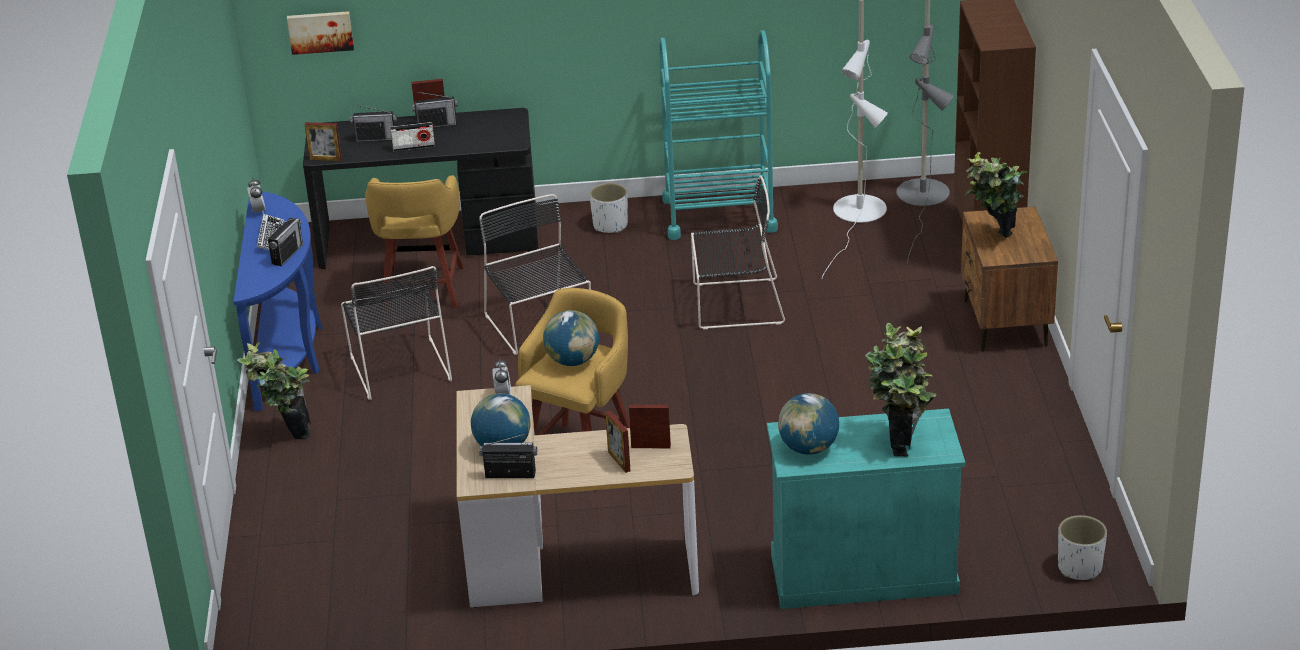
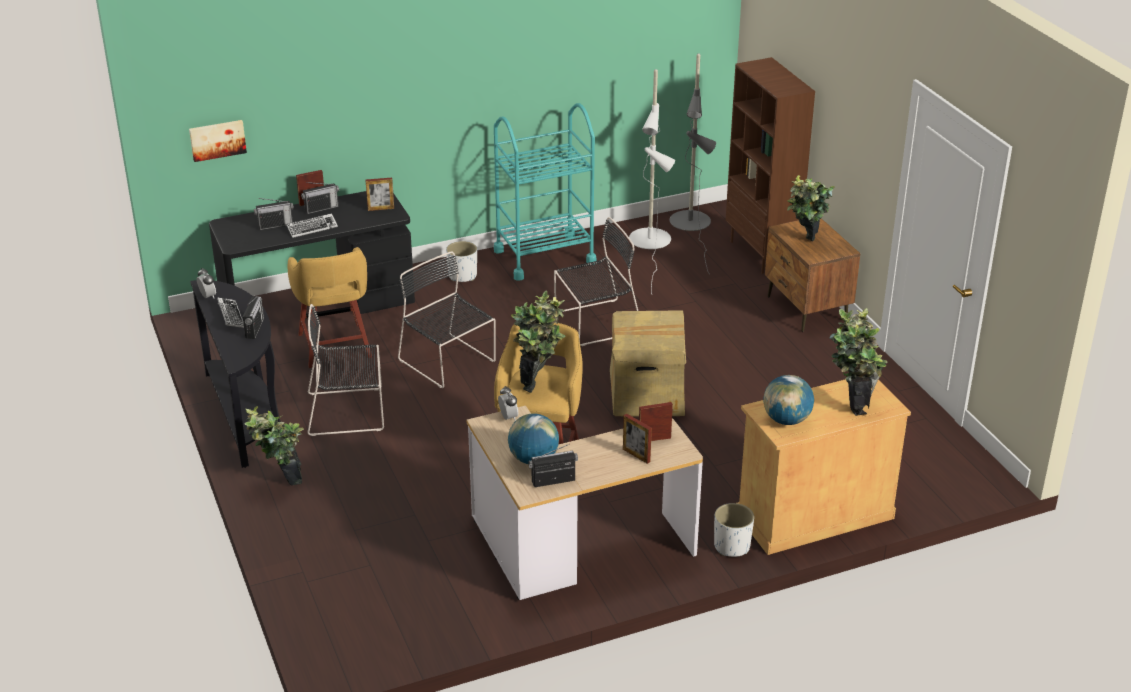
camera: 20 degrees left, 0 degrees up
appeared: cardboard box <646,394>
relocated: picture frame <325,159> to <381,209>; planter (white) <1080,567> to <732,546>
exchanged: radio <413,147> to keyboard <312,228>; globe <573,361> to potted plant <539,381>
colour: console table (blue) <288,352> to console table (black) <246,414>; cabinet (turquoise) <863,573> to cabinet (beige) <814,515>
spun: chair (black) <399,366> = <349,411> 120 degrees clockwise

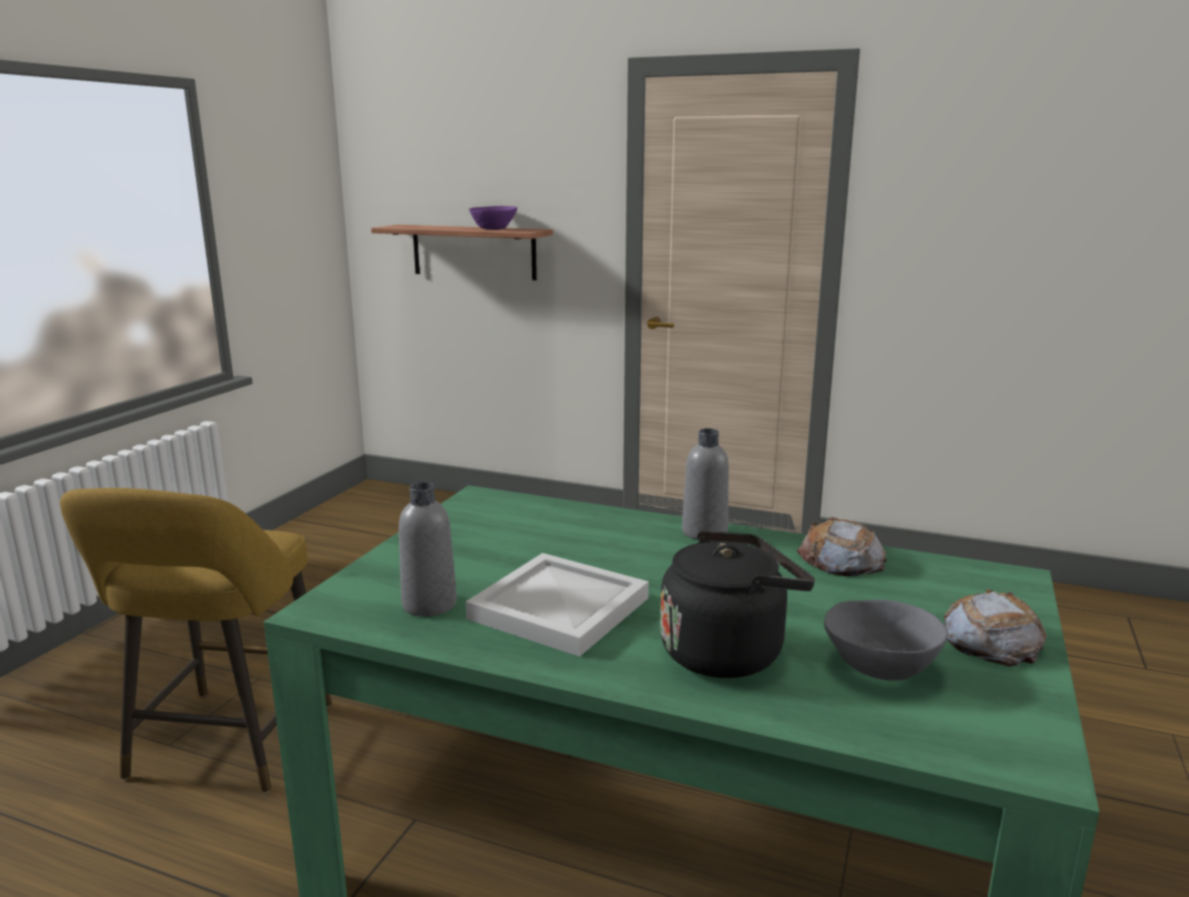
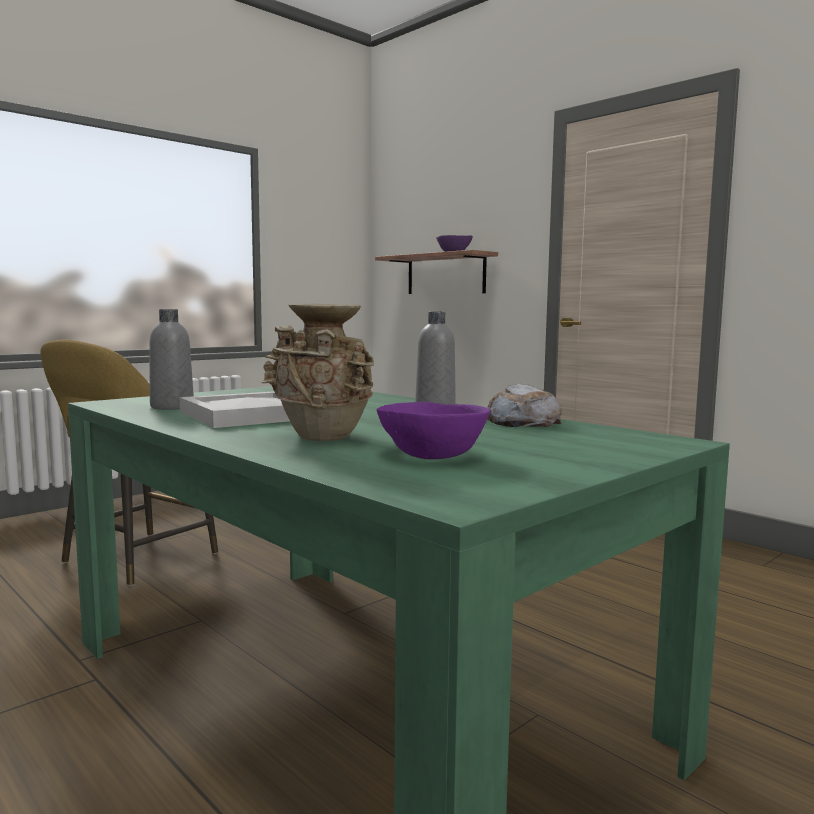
camera: 25 degrees right, 10 degrees down
missing: bread <991,640>
exchanged: kettle (black) <728,652> to vase (beige) <323,437>
colour: bowl (grey) <881,666> to bowl (purple) <433,454>

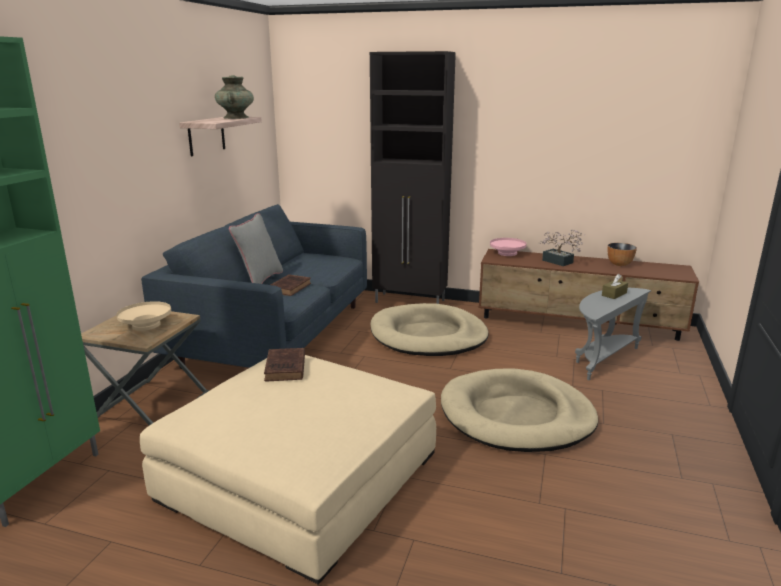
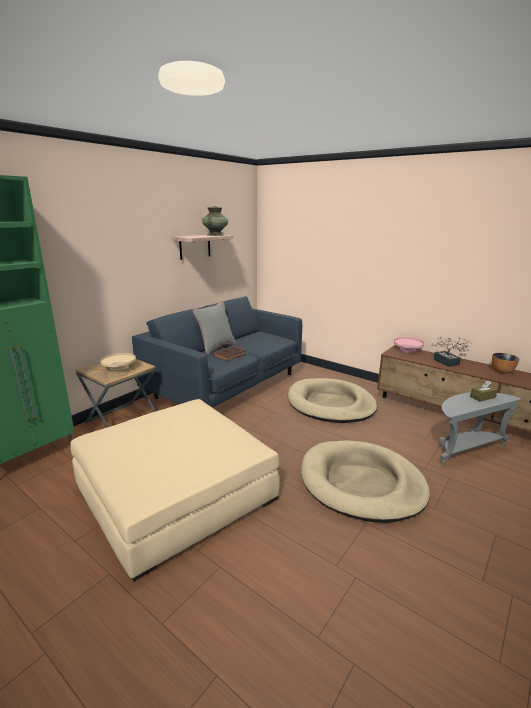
camera: 20 degrees right, 0 degrees up
missing: book (brown) <285,368>; cabinet (black) <410,301>

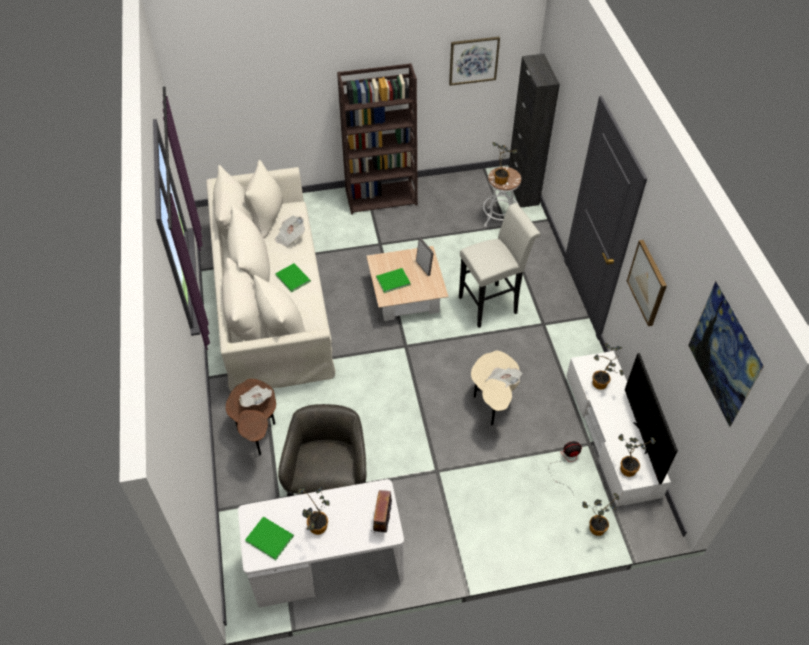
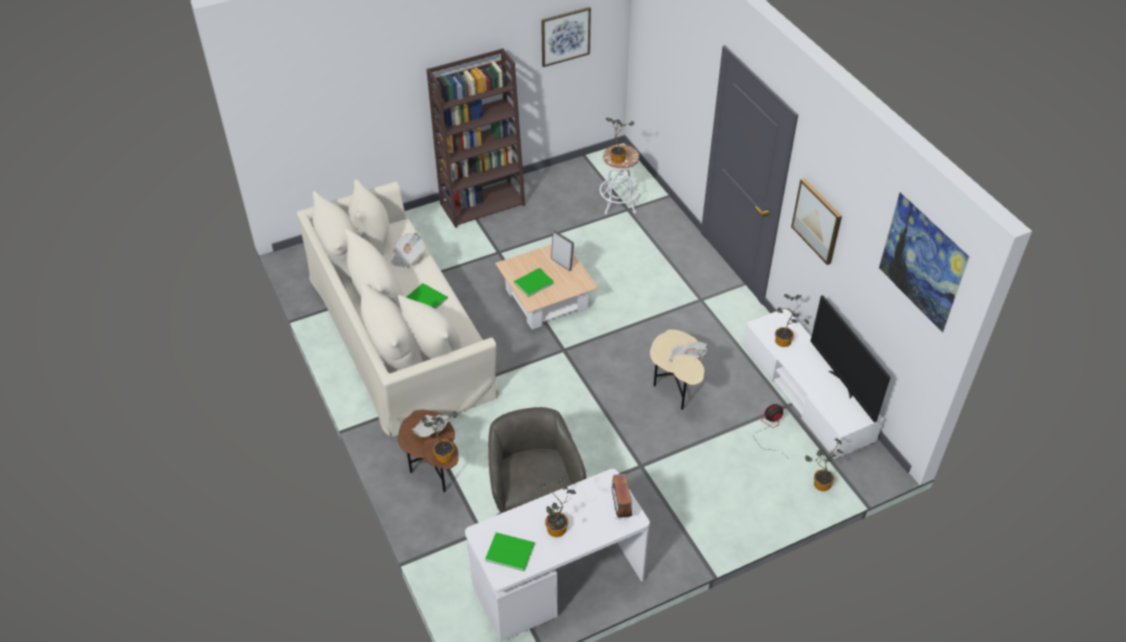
camera: 15 degrees left, 5 degrees down
missing: stool (white) <492,303>; cabinet (black) <523,190>
relocated: potted plant <626,467> to <442,454>

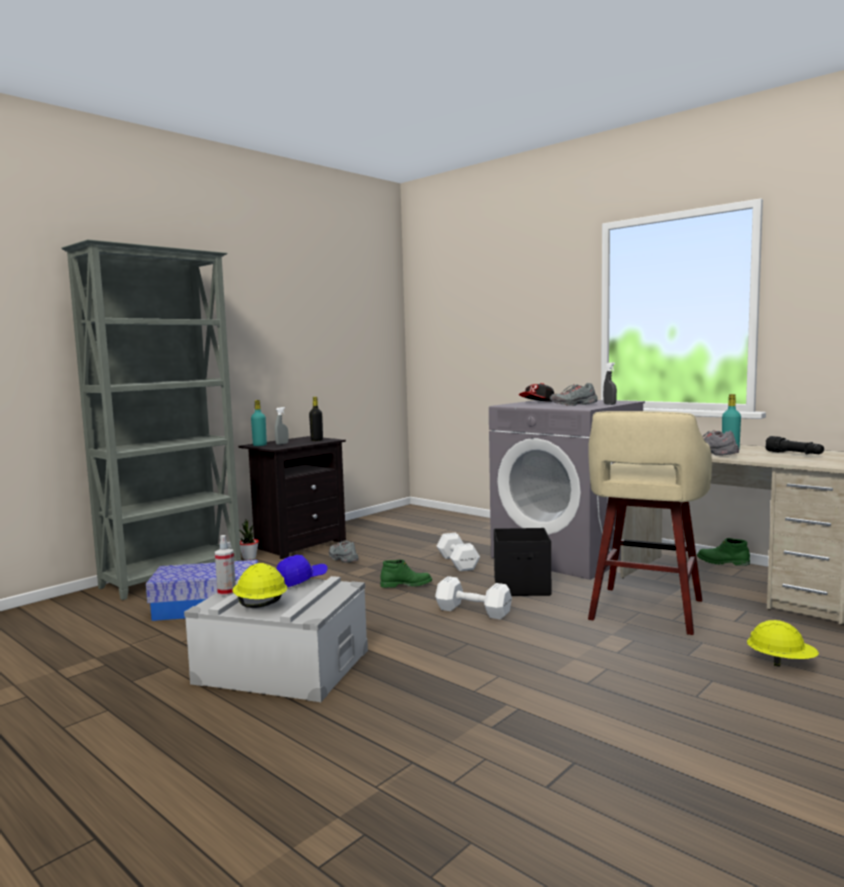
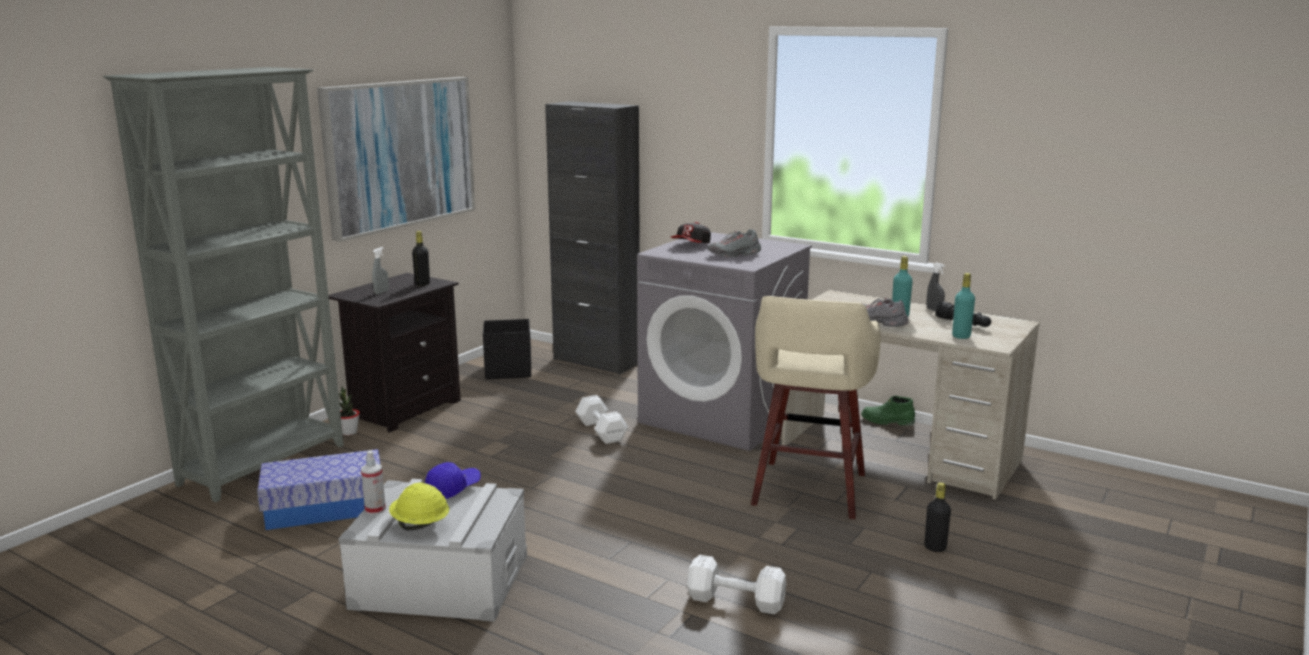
camera: 10 degrees left, 10 degrees up
missing: shoe (grey) <343,559>; boot (green) <406,585>
appeared: picture <399,154>; cabinet (black) <596,361>
relocated: storage box (black) <522,587> to <509,371>; dumbbell (white) <472,611> to <734,600>; spray bottle (grey) <609,404> to <934,310>; bottle (turquoise) <259,445> to <961,336>
exchanged: hard hat (yellow) <781,663> to bottle (black) <935,547>

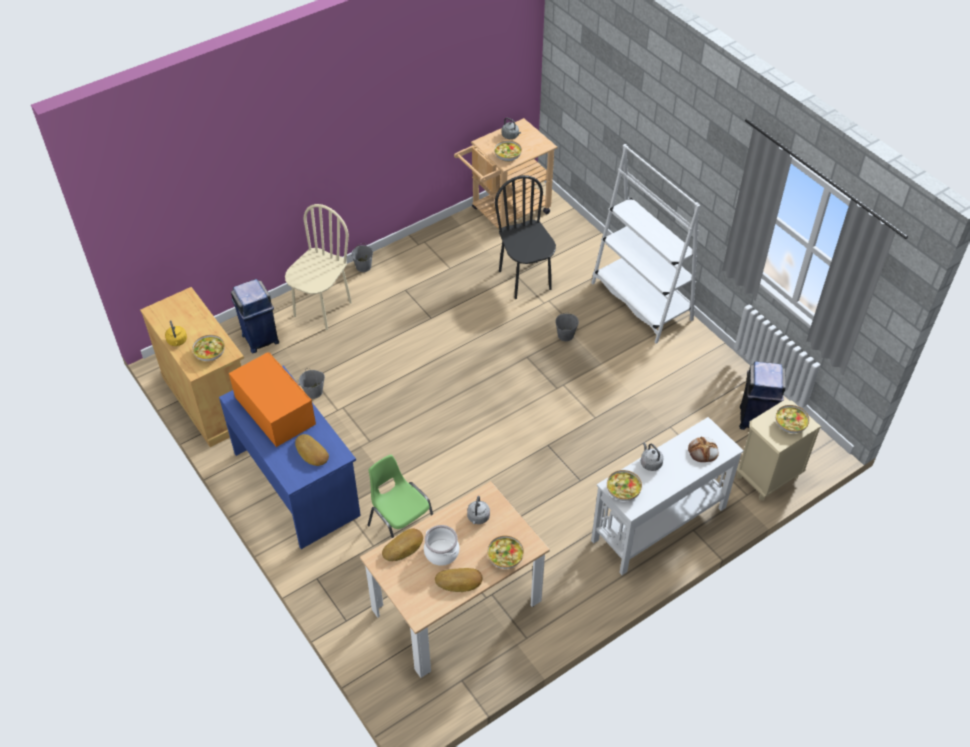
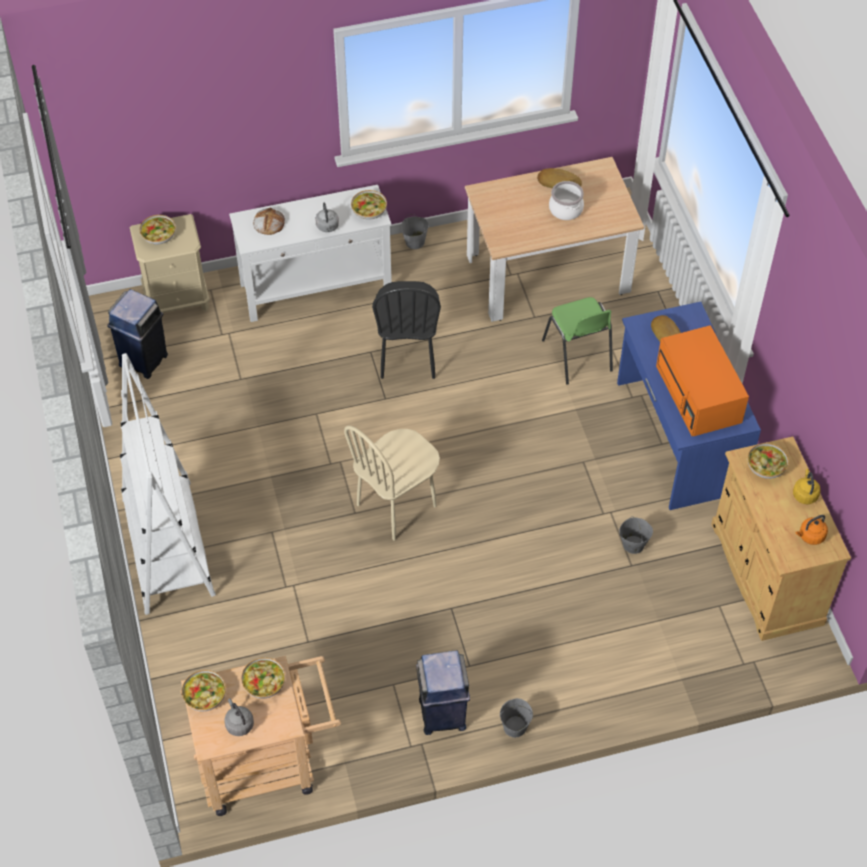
camera: 160 degrees left, 5 degrees up
missing: bread <403,547>; kettle (grey) <478,518>
appeared: kettle (orange) <810,536>
relocated: bowl <505,557> to <205,695>; chair (beige) <322,309> to <397,506>; chair (black) <525,280> to <408,356>; bucket (grey) <565,335> to <415,242>; trash can (blue) <260,338> to <442,715>

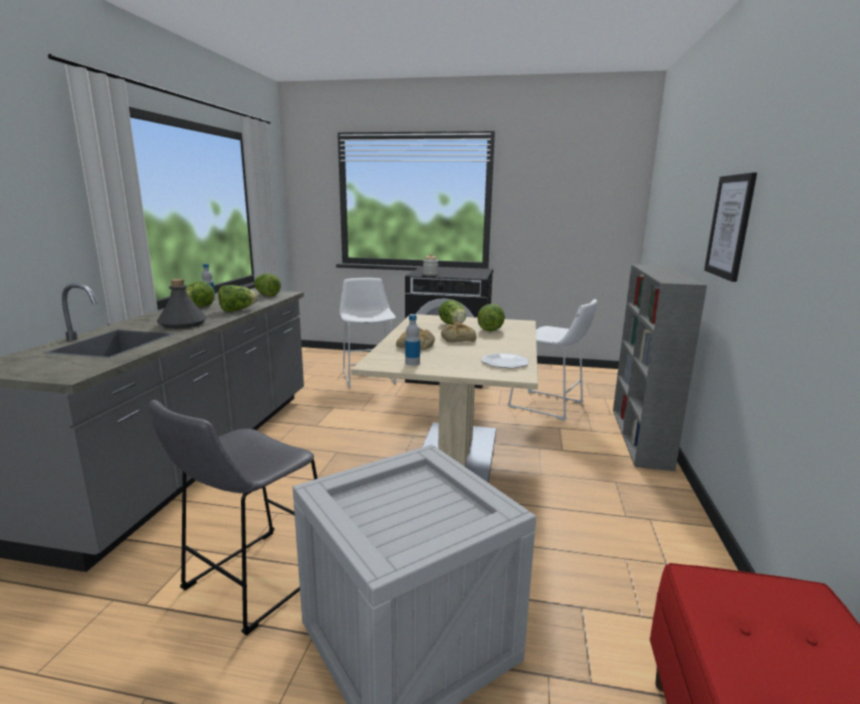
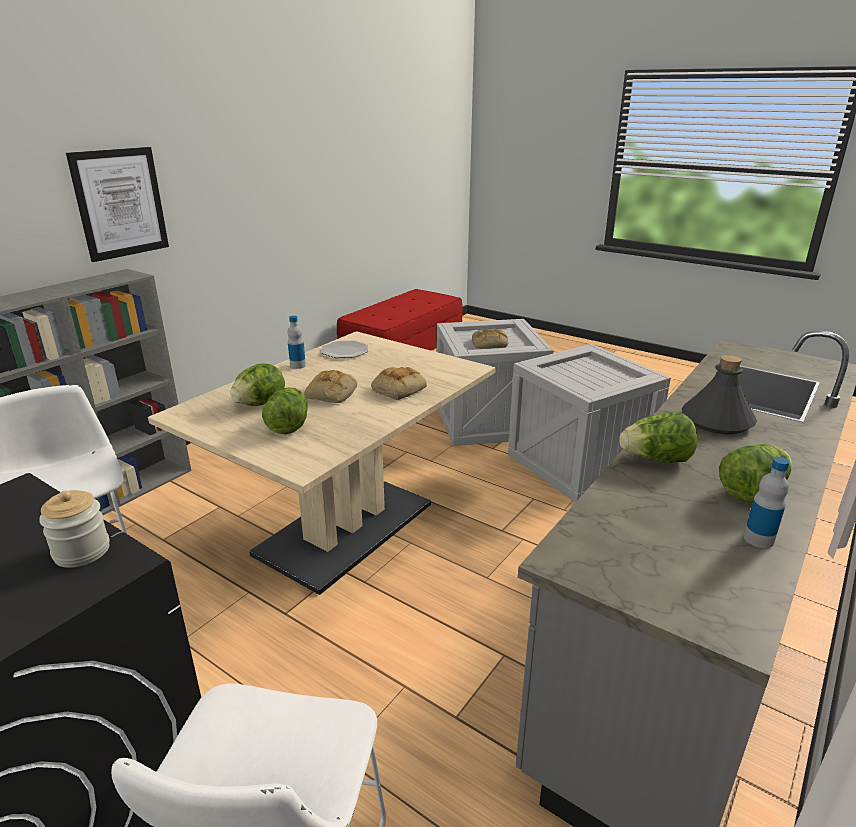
camera: 155 degrees left, 10 degrees up
missing: lettuce <266,295>
appeared: bread <489,344>
relocated: bottle <412,363> to <298,365>
exchanged: stool (grey) <252,582> to crate <578,463>

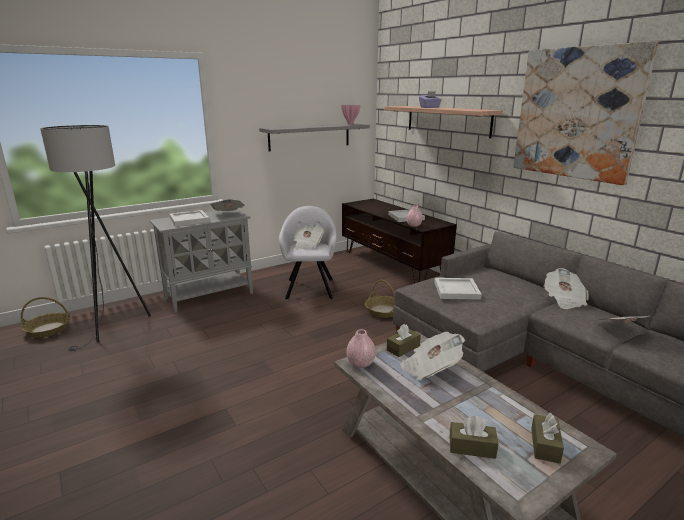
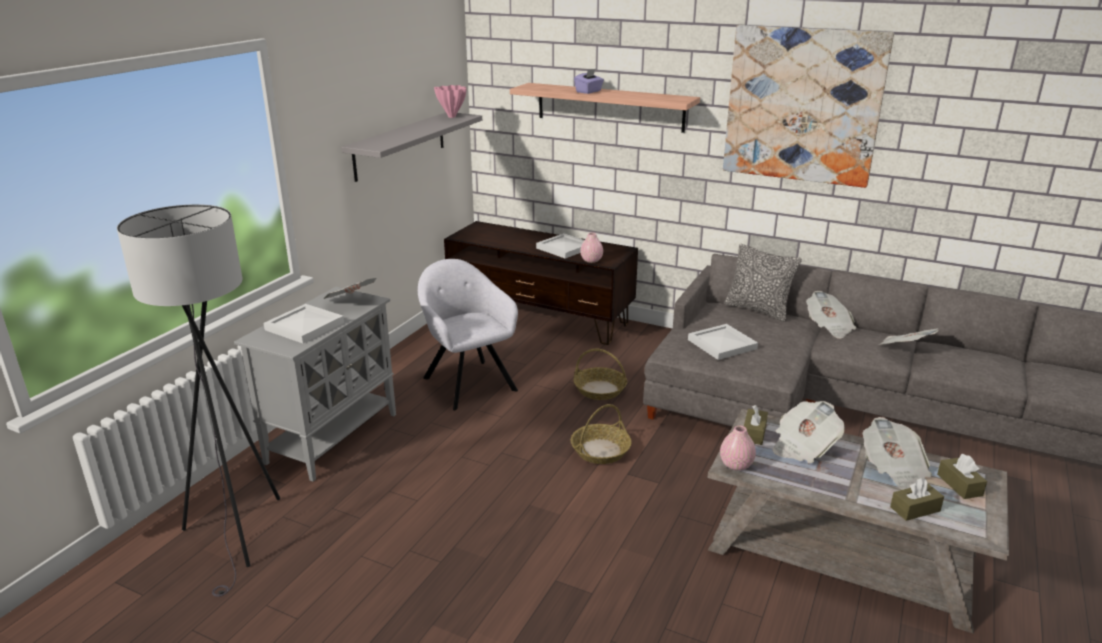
camera: 30 degrees left, 5 degrees up
appeared: pillow <758,310>
relocated: basket <48,329> to <600,451>; newspaper <307,244> to <893,470>

